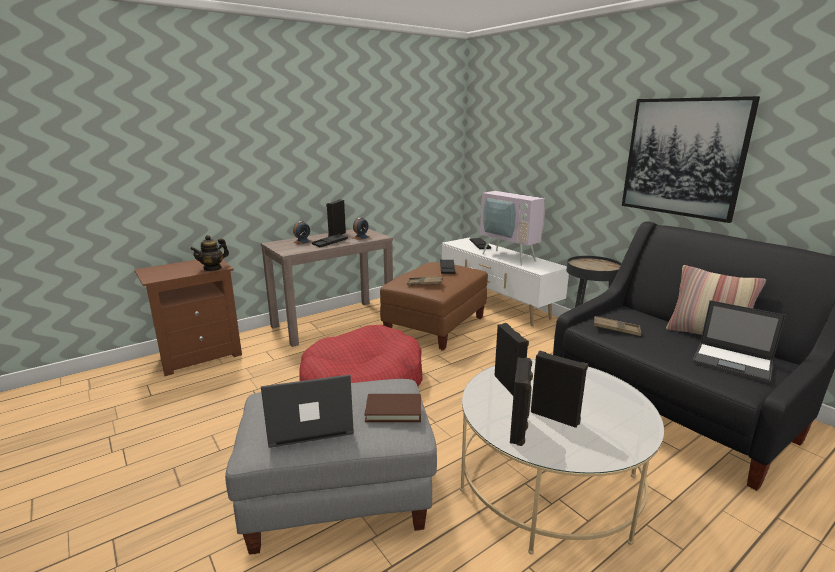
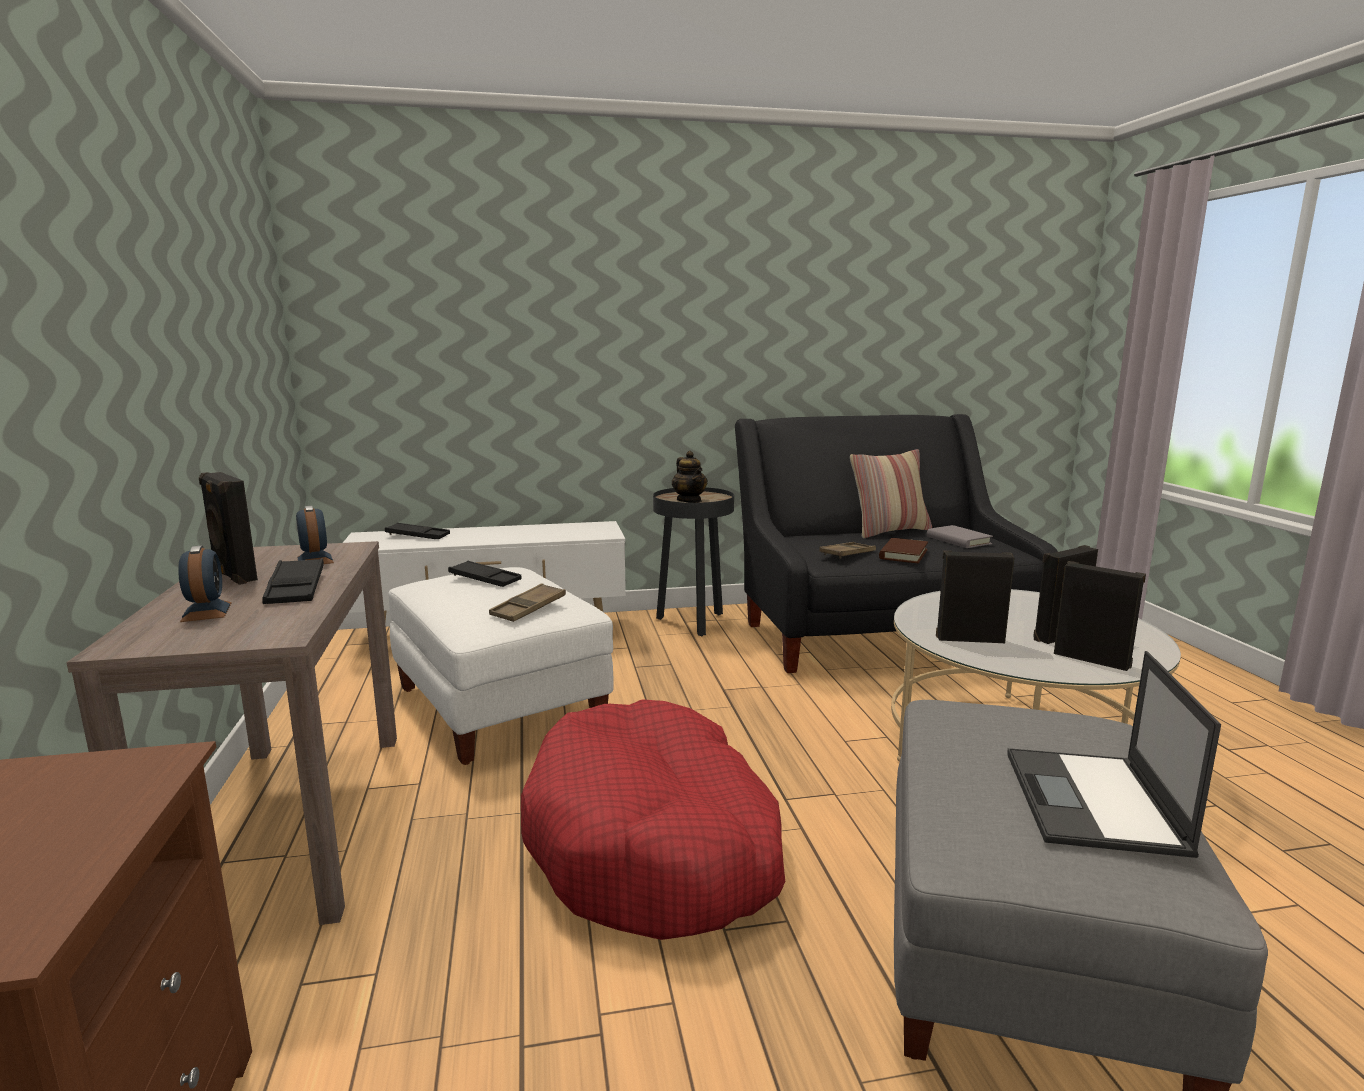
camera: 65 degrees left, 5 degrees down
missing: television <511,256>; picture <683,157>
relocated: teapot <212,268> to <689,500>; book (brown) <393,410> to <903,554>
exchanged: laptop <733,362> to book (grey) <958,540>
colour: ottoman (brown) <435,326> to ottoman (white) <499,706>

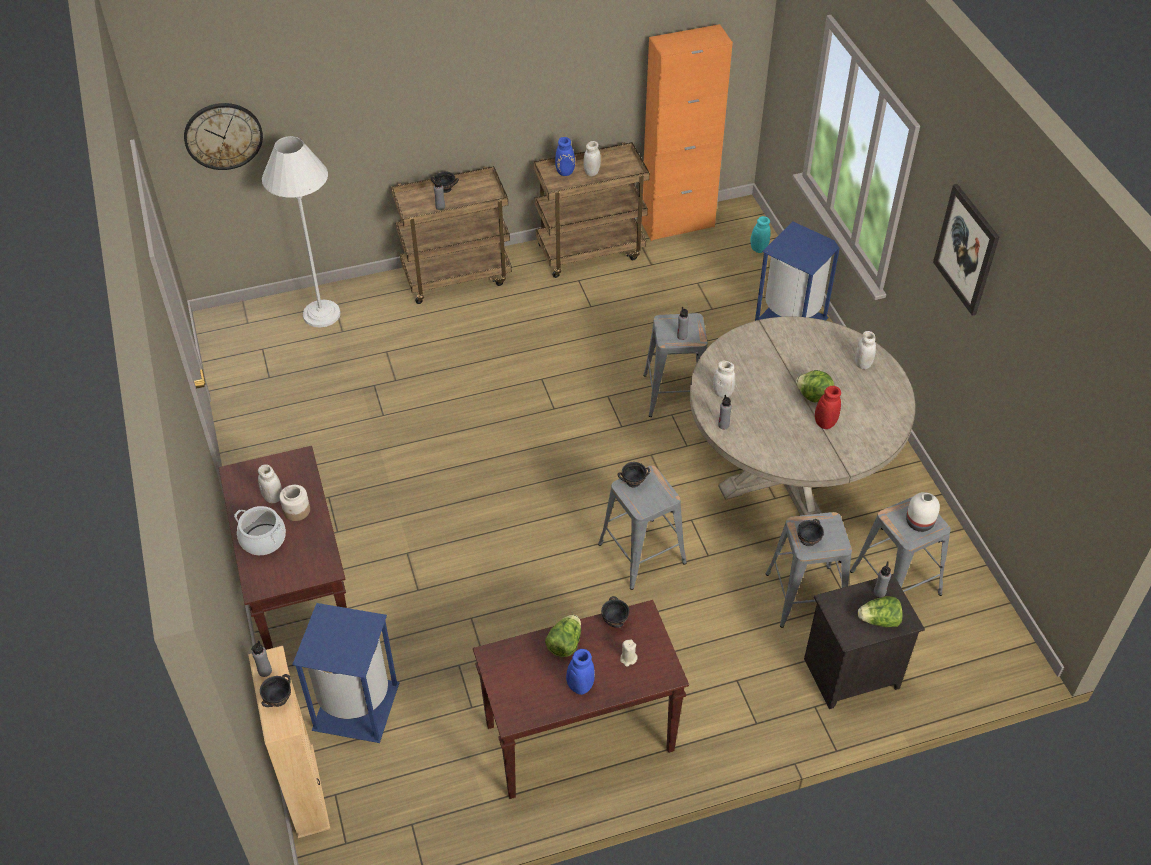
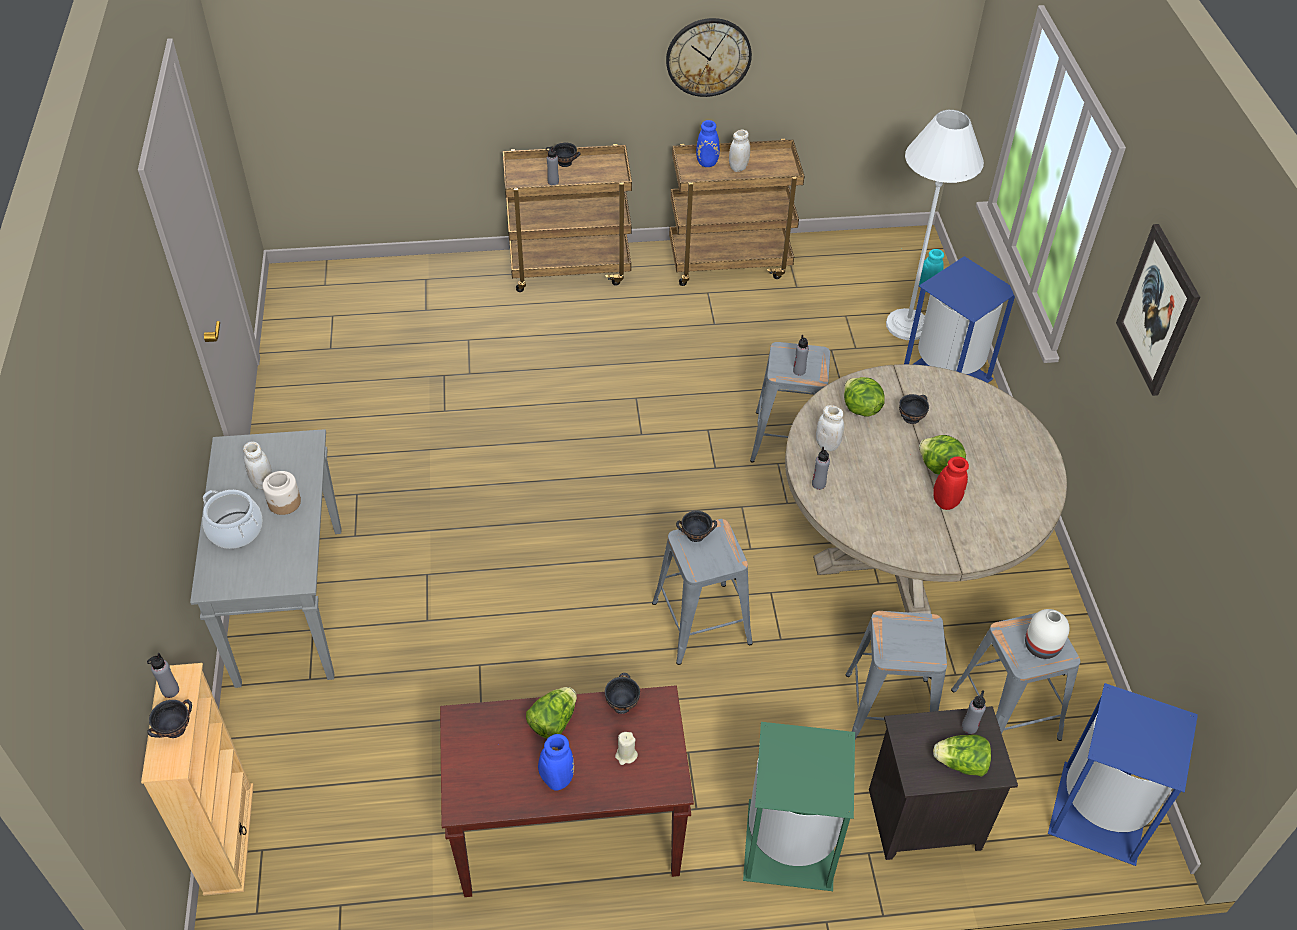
camera: 10 degrees right, 0 degrees up
missing: cabinet (orange) <677,224>; jar (white) <863,364>
appeared: trash can (green) <788,843>; lettuce <860,409>
relocated: wall clock <223,135> to <708,57>; floor lamp (white) <321,314> to <908,325>; bowl (black) <809,540> to <911,418>; trash can (blue) <354,707> to <1097,813>
colour: console table (brown) <299,596> to console table (grey) <290,604>

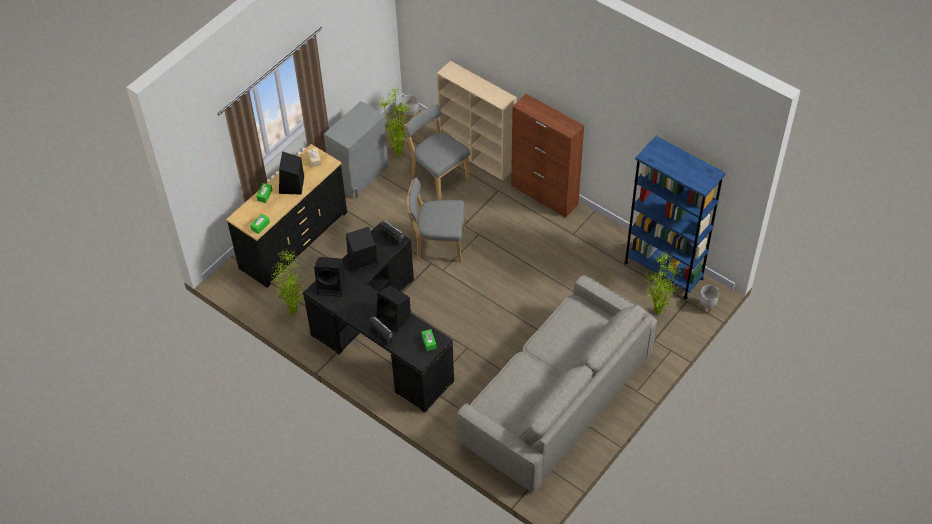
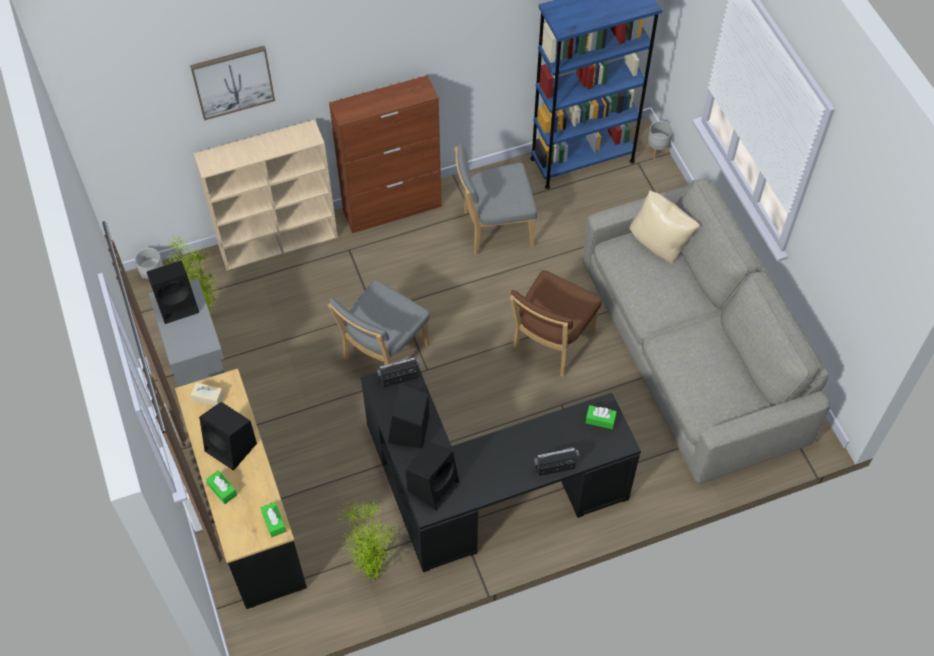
camera: 60 degrees left, 5 degrees up
missing: potted plant <657,313>
appeared: picture <233,81>; chair (brown) <550,344>; pillow (beige) <659,244>
relocated: speaker (black) <394,318> to <178,304>; chair (grey) <438,176> to <494,229>

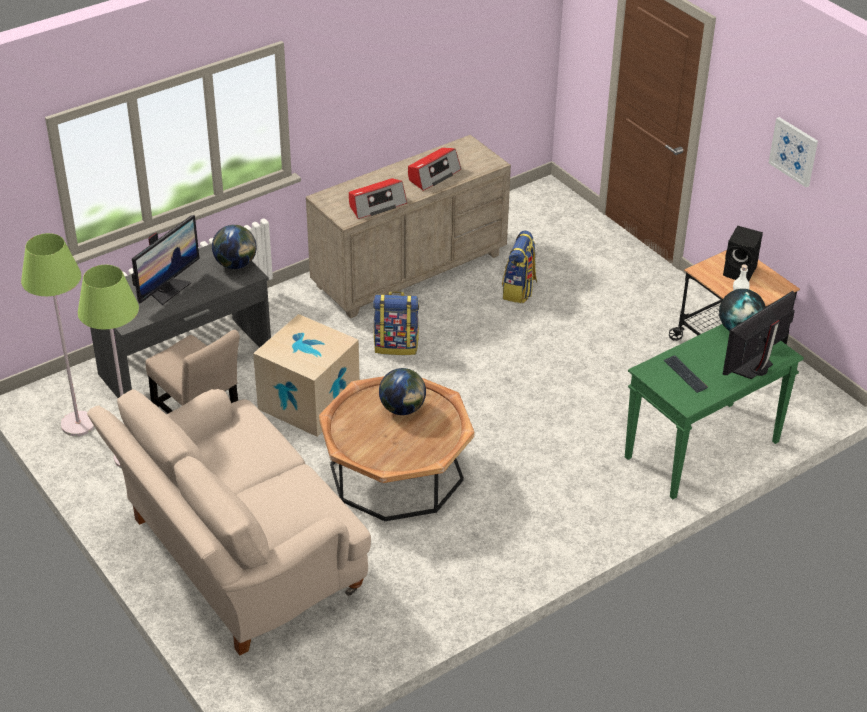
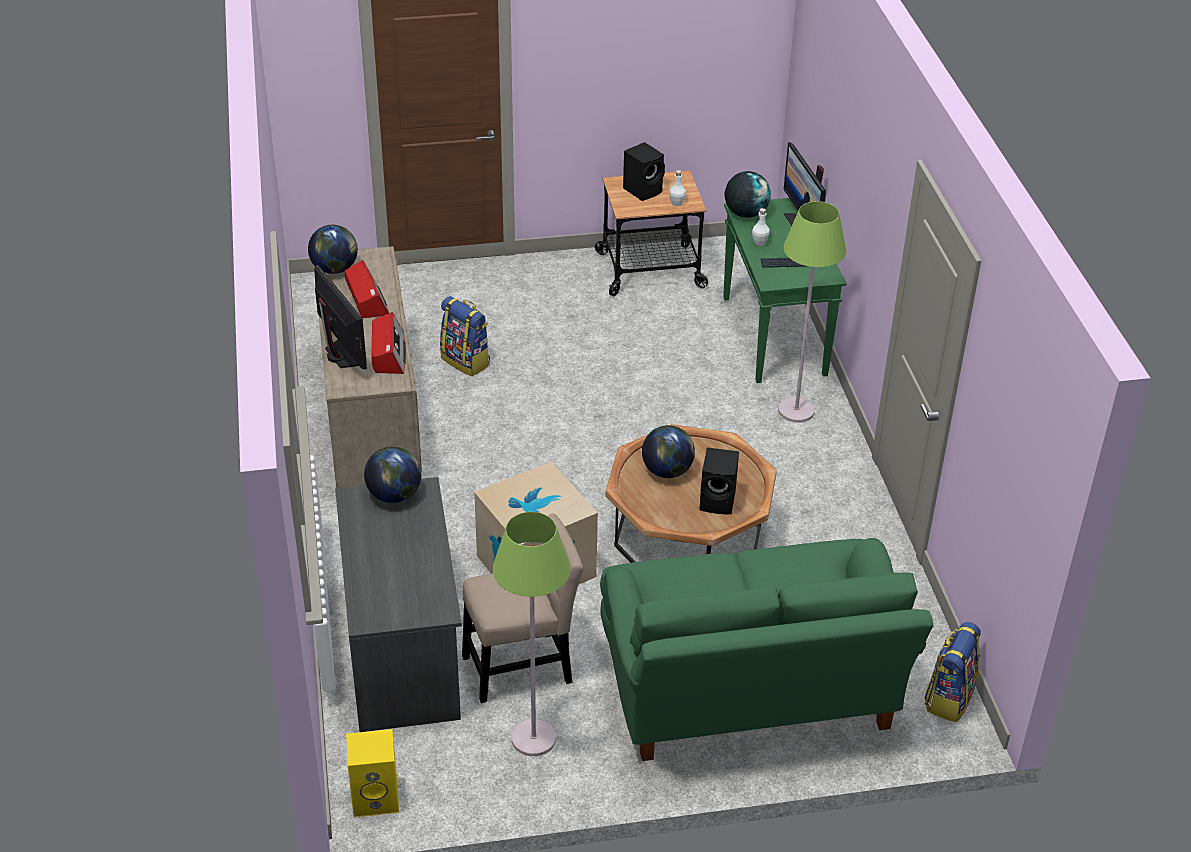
camera: 65 degrees left, 0 degrees up
missing: picture <794,151>
appeared: globe <335,269>; speaker (yellow) <377,797>; speaker (black) <719,501>; bottle (white) <759,242>
relocated: monitor <168,290> to <341,355>; floor lamp (green) <78,424> to <796,411>; backpack <396,346> to <949,698>
colour: sofa (beige) <237,559> to sofa (green) <749,693>

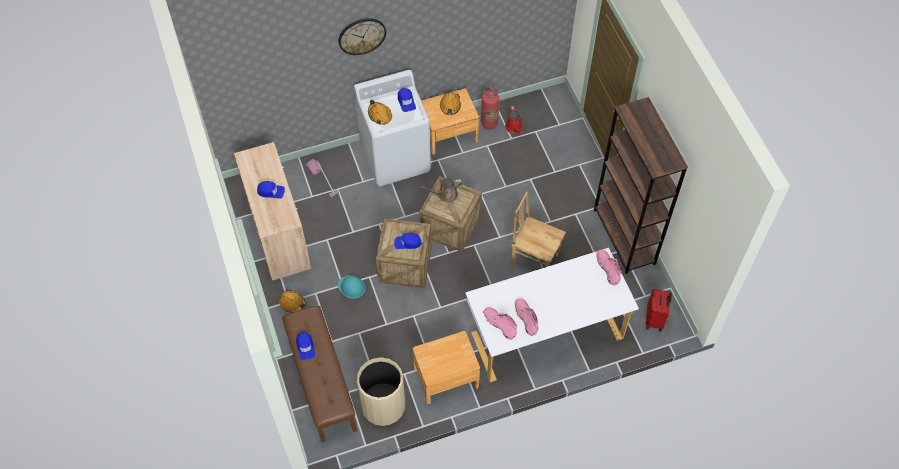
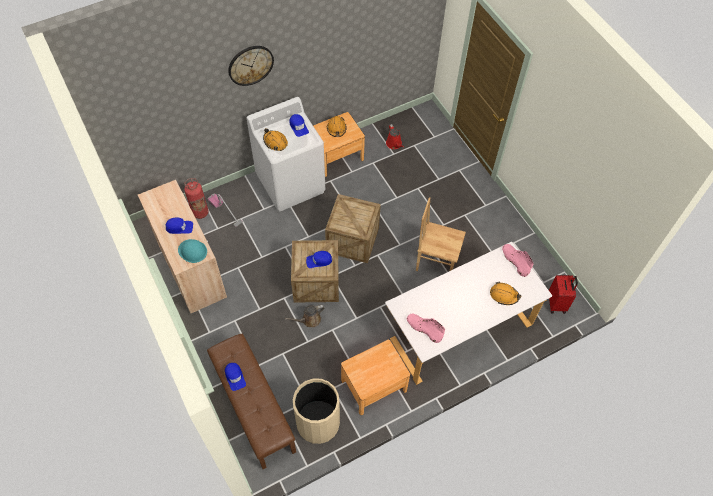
camera: 10 degrees left, 0 degrees up
missing: boot (pink) <525,317>; bookcase (brown) <624,237>
relocated: hard hat (turquoise) <352,287> to <192,251>; fire extinguisher <489,123> to <200,212>; watering can (brown) <445,195> to <309,320>; hard hat (orange) <292,303> to <504,295>

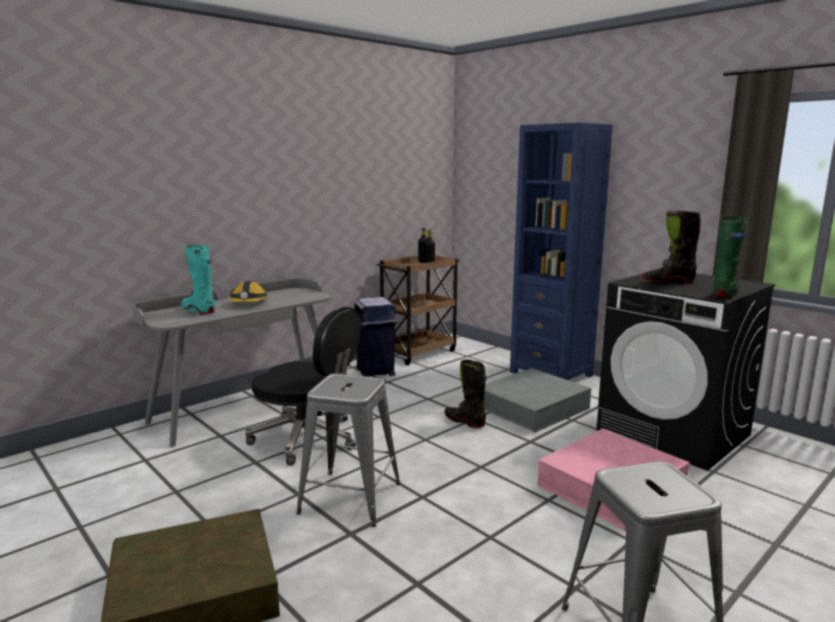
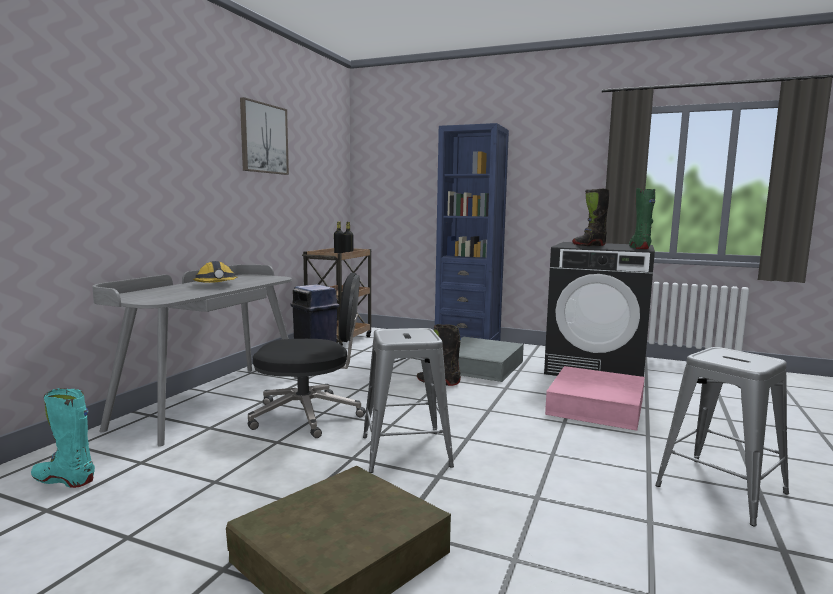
camera: 25 degrees left, 5 degrees down
appeared: picture <263,138>
relocated: boot (turquoise) <199,310> to <64,480>

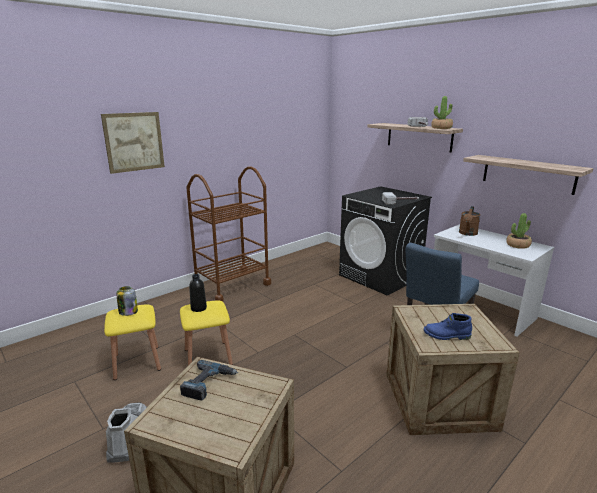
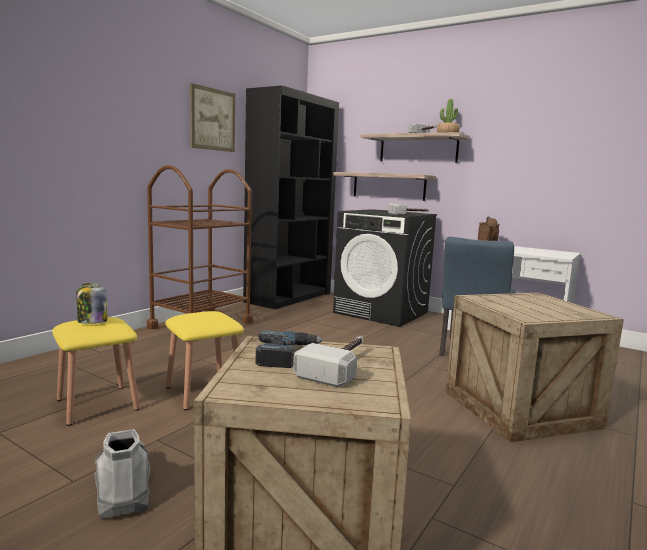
camera: 15 degrees left, 10 degrees down
missing: bottle (black) <198,308>; boot (blue) <446,336>; potted plant <517,245>
appeared: bookcase (black) <289,297>; hammer <340,365>
relocated: picture <134,142> to <212,119>; shelf <528,174> to <388,186>

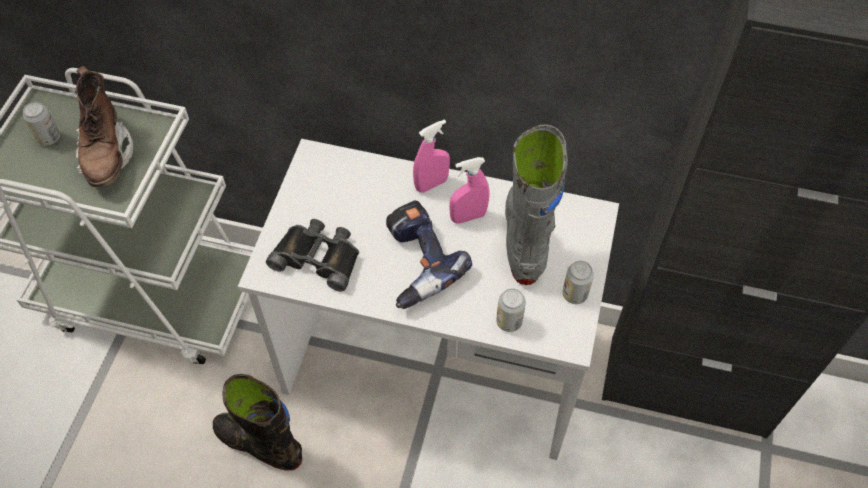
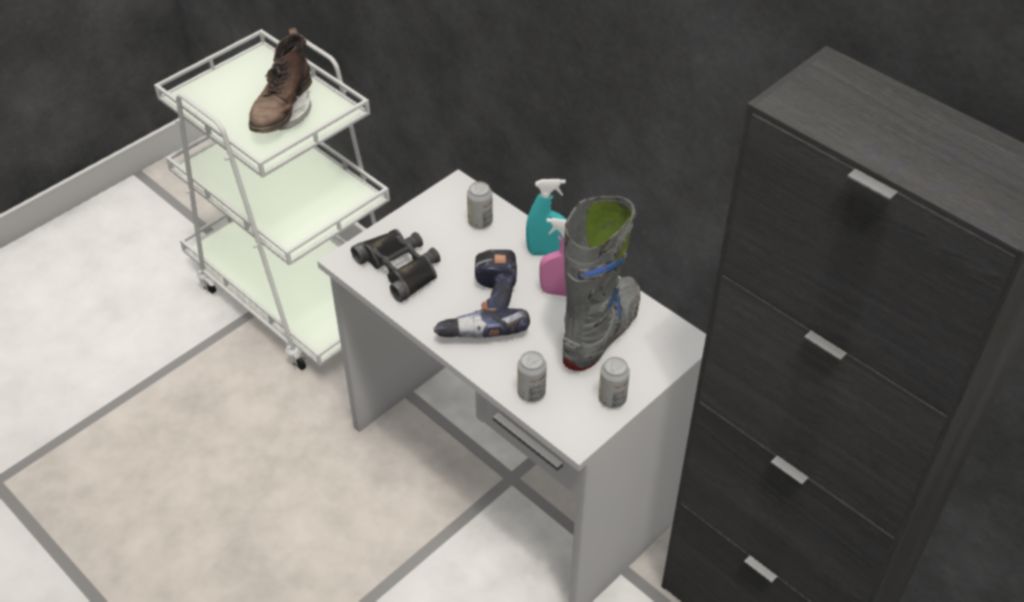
camera: 30 degrees right, 10 degrees down
missing: boot (black) <260,444>
relocated: can <49,138> to <480,222>
colour: spray bottle (pink) <431,184> to spray bottle (turquoise) <546,251>

